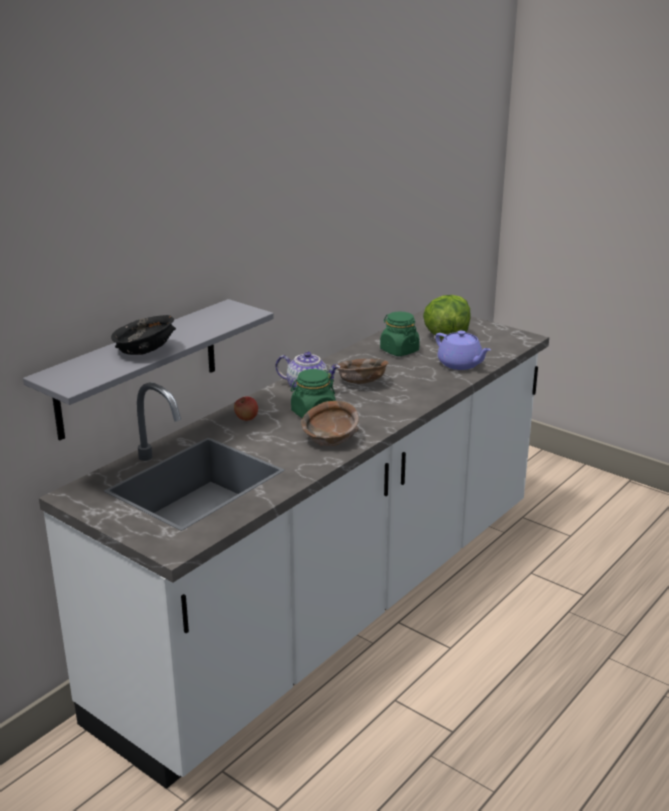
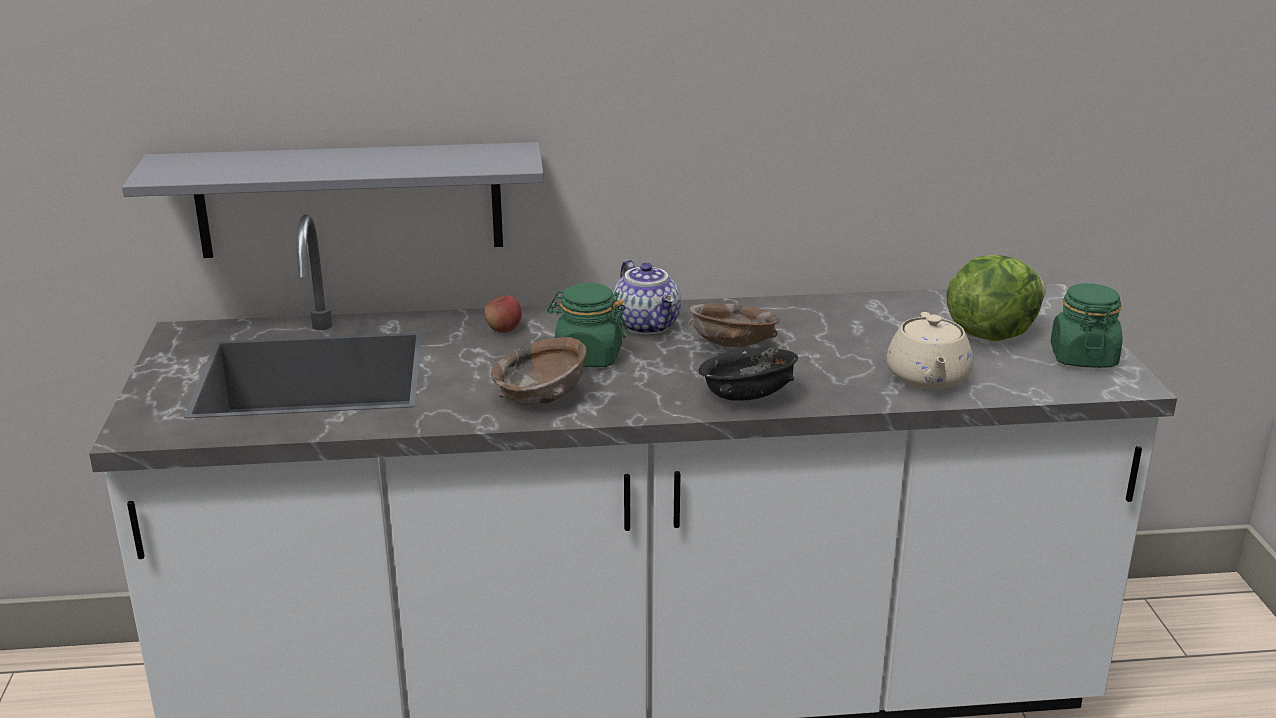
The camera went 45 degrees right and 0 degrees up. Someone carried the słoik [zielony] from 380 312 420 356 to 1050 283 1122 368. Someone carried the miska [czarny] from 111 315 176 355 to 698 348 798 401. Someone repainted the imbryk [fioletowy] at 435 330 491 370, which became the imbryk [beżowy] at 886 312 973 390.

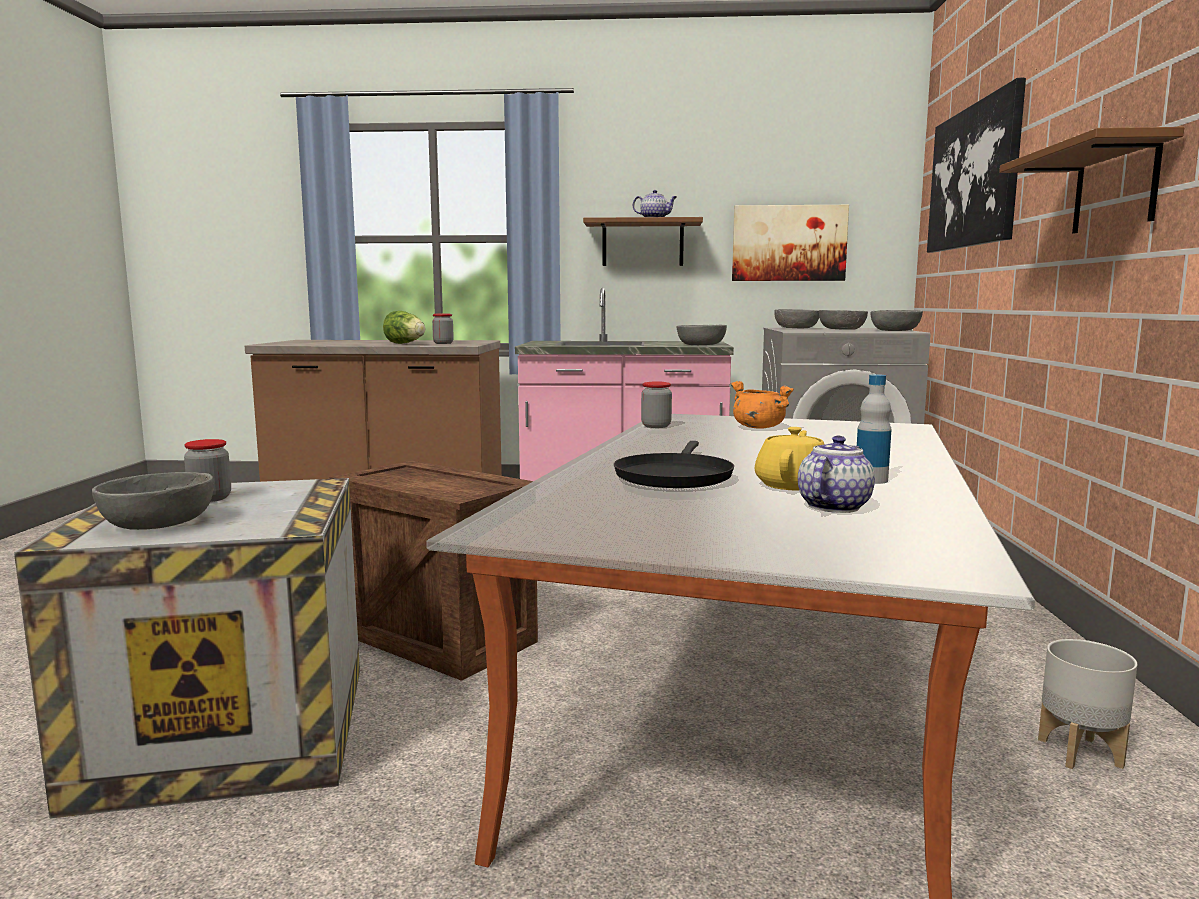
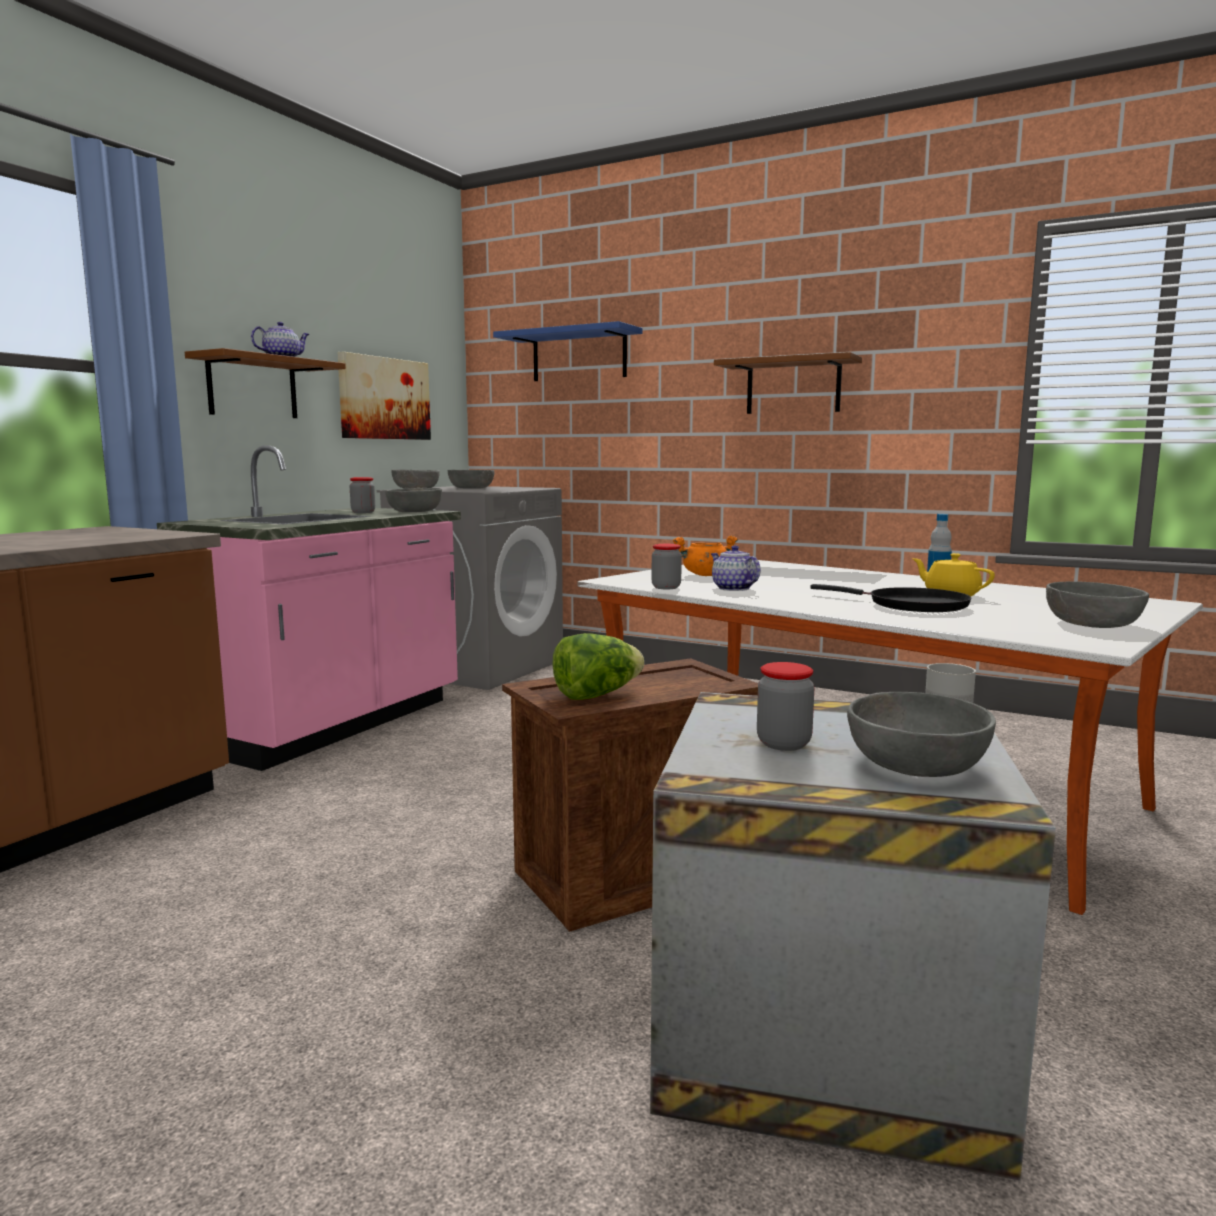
The camera went 65 degrees left and 0 degrees up. Someone swapped the obraz at 927 78 1026 253 for the półka [niebieski] at 493 321 642 381. Someone carried the miska [szary] from 870 310 923 331 to 1046 581 1149 628. Someone carried the sałata from 383 311 425 344 to 552 633 644 700. Someone carried the słoik from 432 314 454 344 to 350 477 375 513. Someone carried the imbryk from 798 435 875 513 to 711 545 761 591.

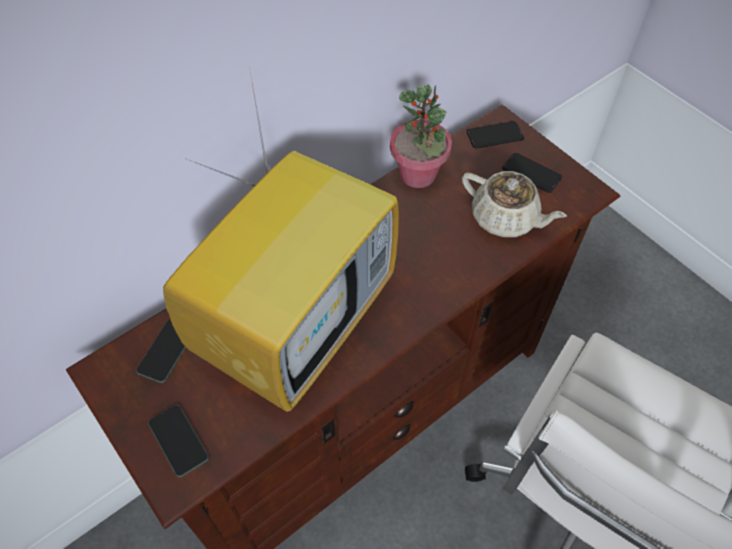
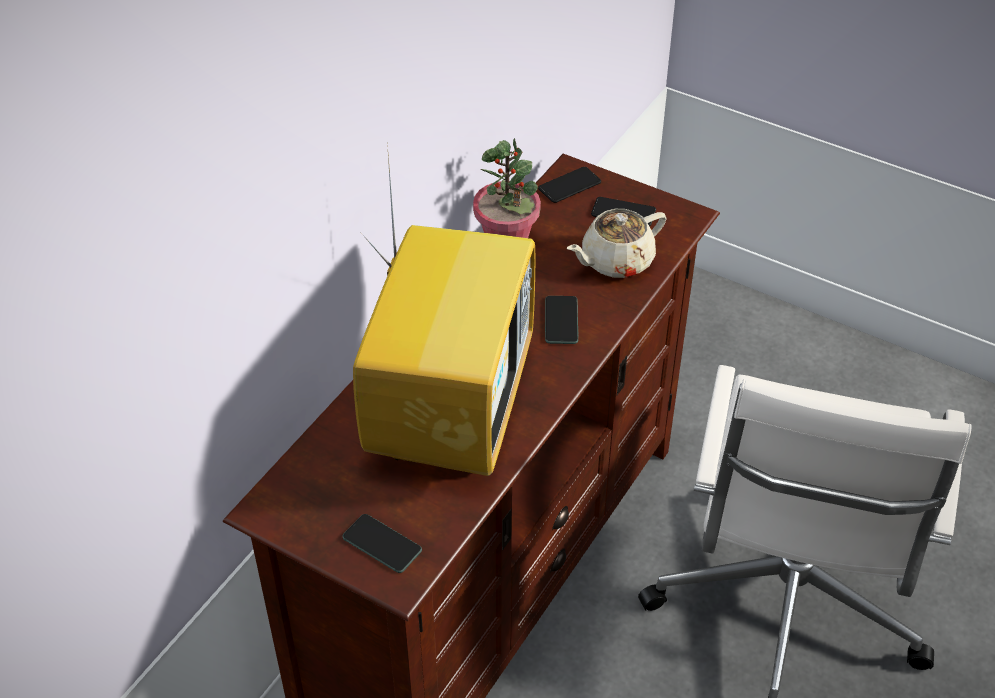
The camera went 20 degrees left and 10 degrees down. Someone rotated the imbryk [beżowy] at 462 171 567 237 by 135 degrees clockwise. Someone carried the telefon from 136 319 186 383 to 545 296 579 344.

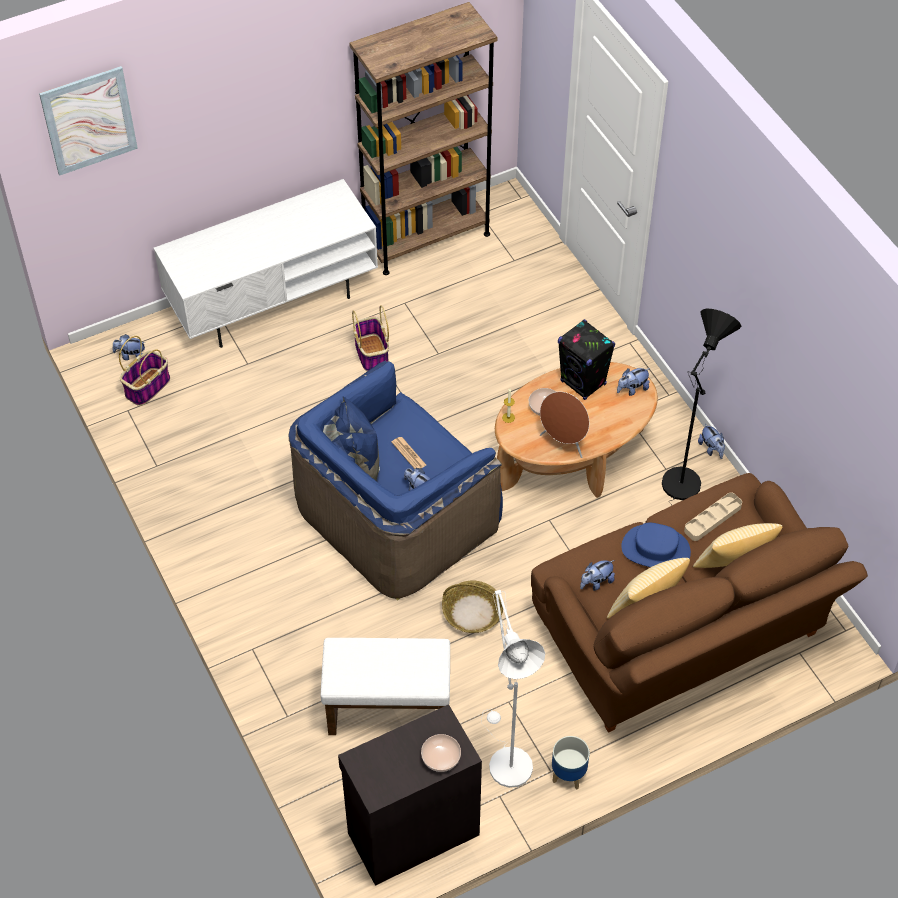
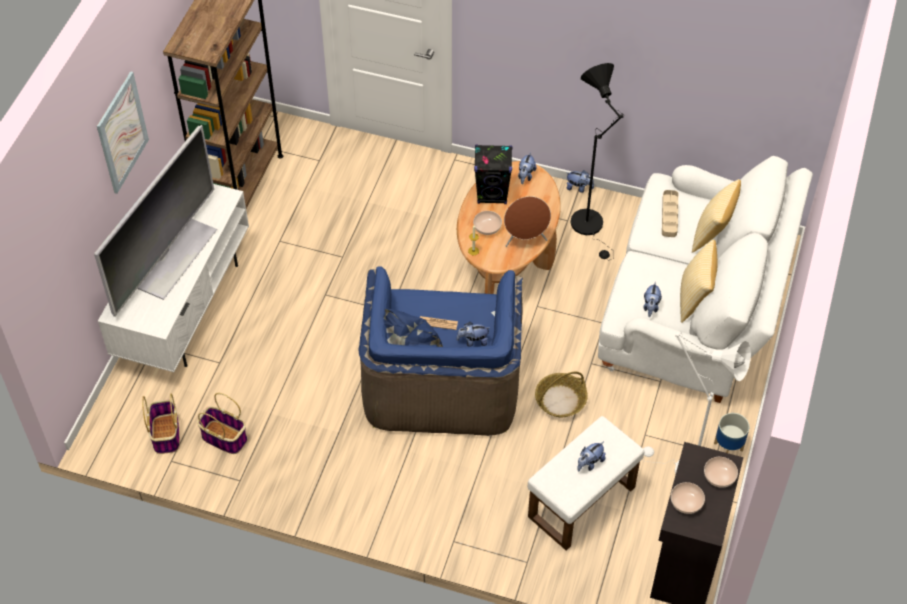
The camera went 45 degrees left and 0 degrees up. Someone carried the obraz from 39 66 138 176 to 97 71 149 194. Someone carried the koszyk from 352 305 389 371 to 197 393 247 454. Someone carried the pluszak from 113 334 145 360 to 577 441 605 471. Someone repainted the kanapa [brązowy] at 531 473 868 733, which became the kanapa [biały] at 598 156 813 403. Someone took away the kapelusz [niebieski] at 621 523 691 567. Someone put down the telewizor at 94 125 217 317. Someone put down the miska at 671 482 705 514.

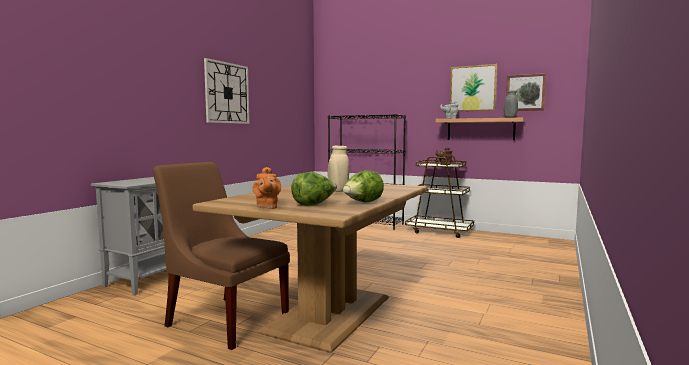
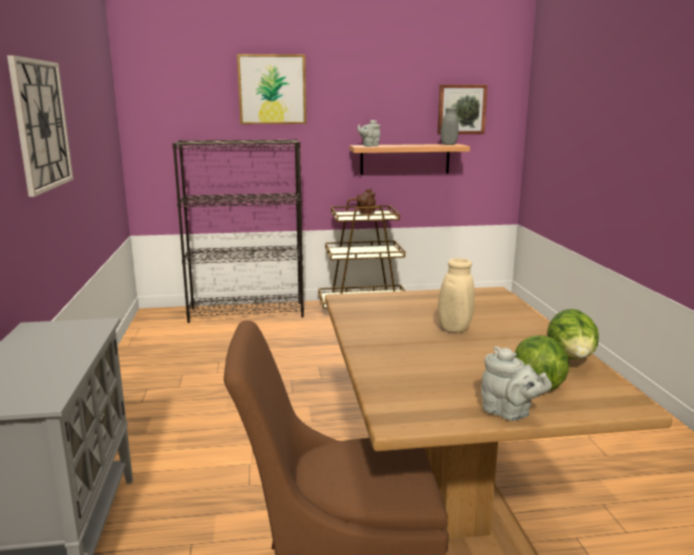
The camera went 35 degrees left and 10 degrees up. Someone carried the obraz from 450 64 498 111 to 237 54 306 124. Someone repainted the imbryk [pomarańczowy] at 252 167 281 209, which became the imbryk [szary] at 481 346 552 421.

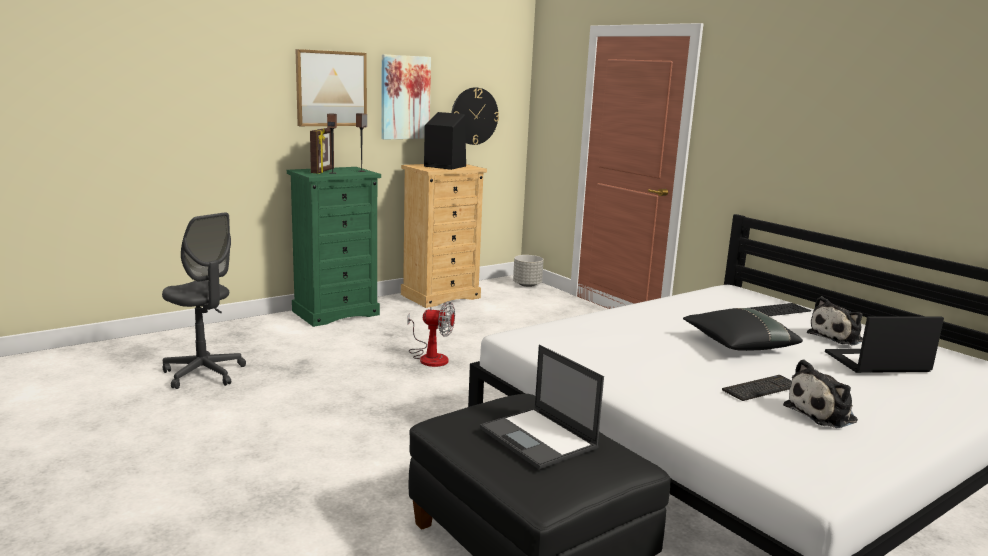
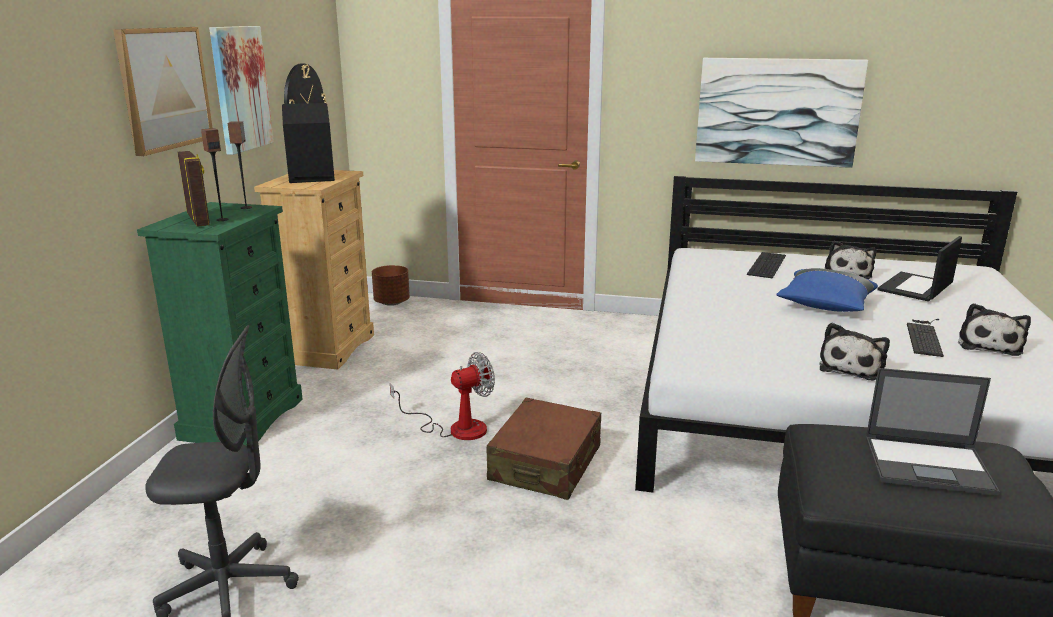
The camera went 40 degrees left and 5 degrees up. Someone repainted the donica [szary] at 513 255 544 287, which became the donica [brązowy] at 372 265 410 306. Someone repainted the poduszka [czarny] at 683 308 803 351, which became the poduszka [niebieski] at 776 268 878 312. Someone put up the obraz at 695 58 868 168. Someone put down the pluszak at 819 323 890 380. Someone put down the walizka [brązowy] at 487 398 601 500.

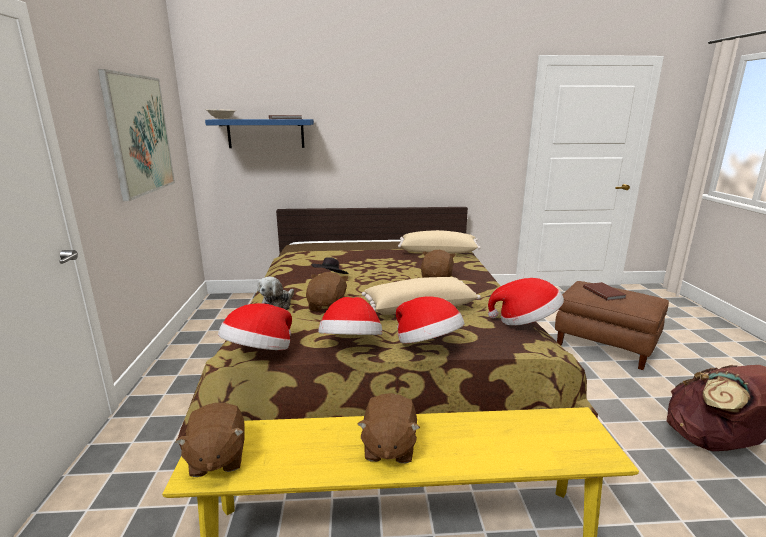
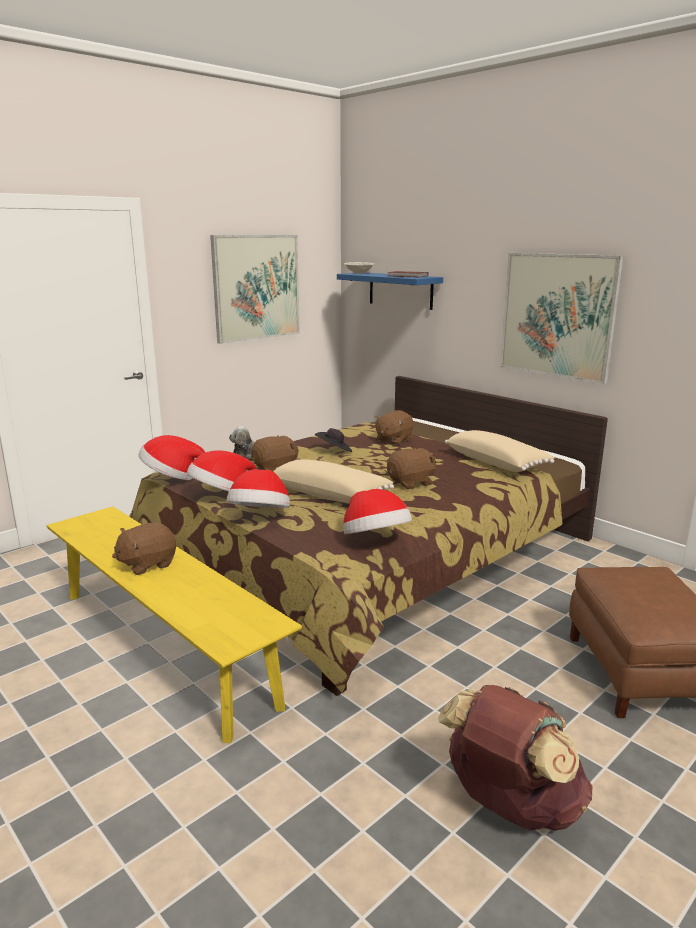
The camera went 50 degrees right and 0 degrees up. Someone took away the książka [brązowy] at 583 282 627 301. Someone carried the pluszak [brązowy] from 175 403 245 477 to 374 410 414 445. Someone put up the obraz at 500 253 624 384.

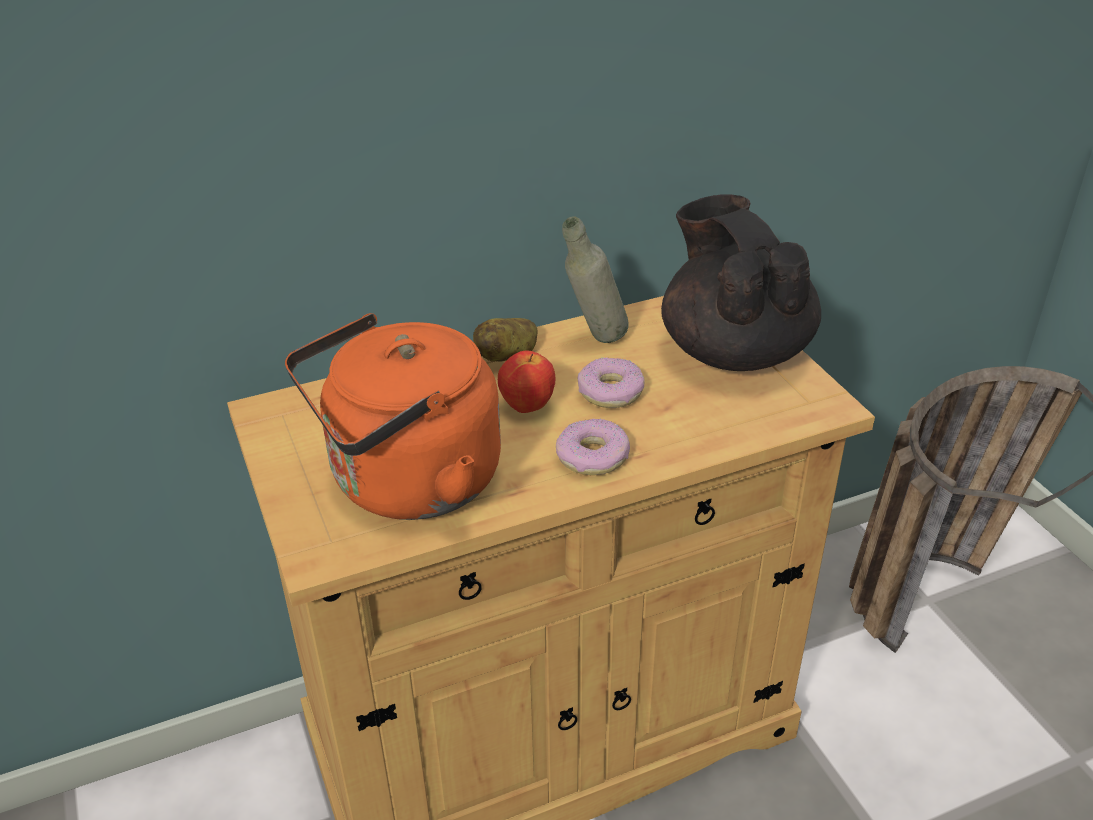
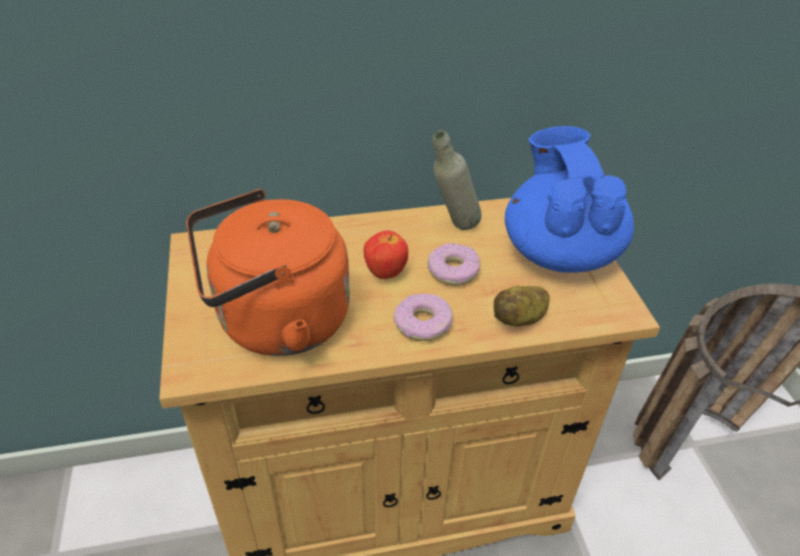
The camera went 10 degrees right and 5 degrees up. Someone repainted the imbryk [czarny] at 661 194 821 371, which became the imbryk [niebieski] at 505 126 634 273. Someone carried the ziemniak from 473 318 537 362 to 494 286 550 326.

